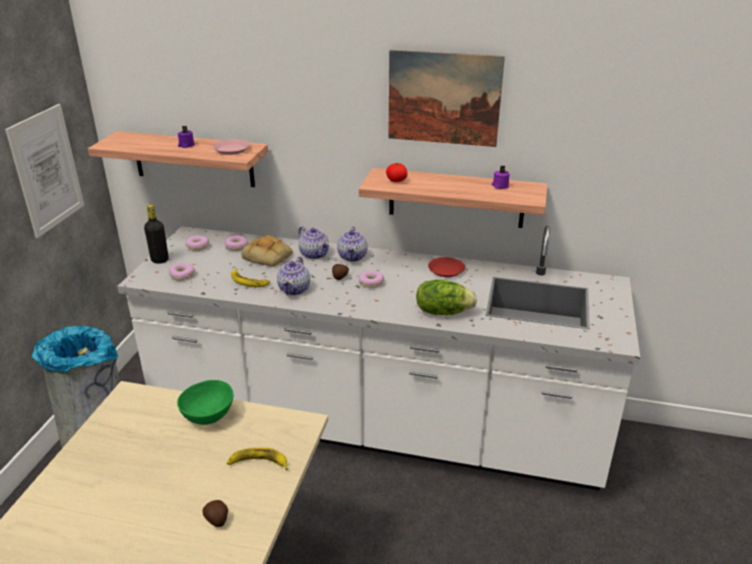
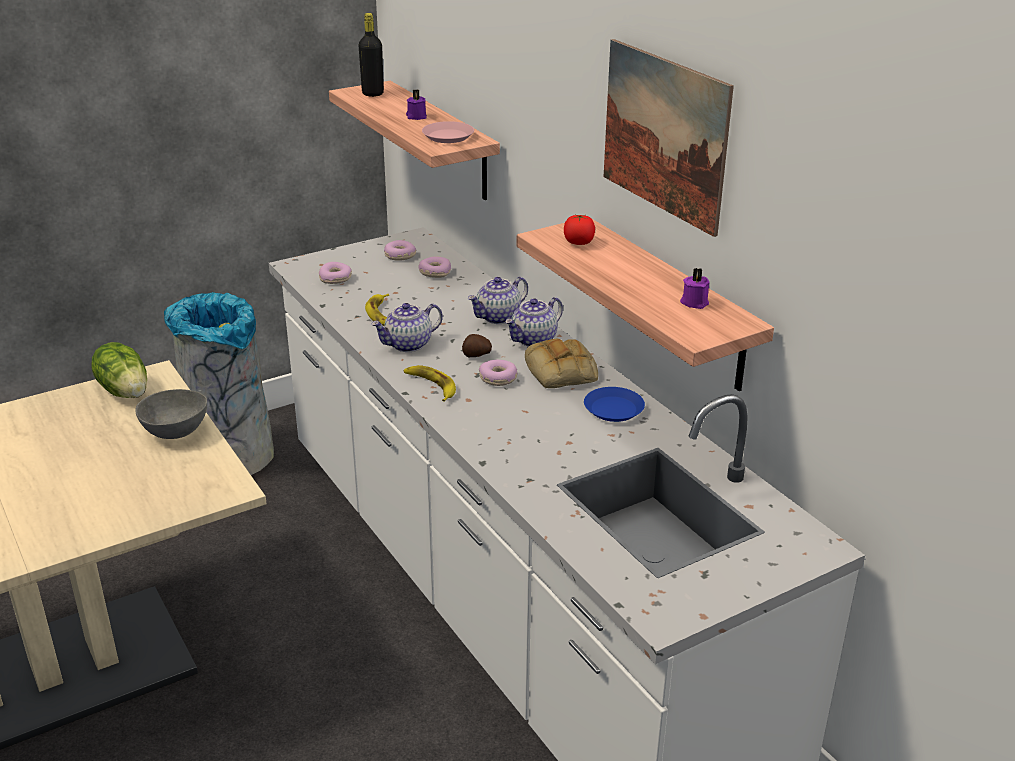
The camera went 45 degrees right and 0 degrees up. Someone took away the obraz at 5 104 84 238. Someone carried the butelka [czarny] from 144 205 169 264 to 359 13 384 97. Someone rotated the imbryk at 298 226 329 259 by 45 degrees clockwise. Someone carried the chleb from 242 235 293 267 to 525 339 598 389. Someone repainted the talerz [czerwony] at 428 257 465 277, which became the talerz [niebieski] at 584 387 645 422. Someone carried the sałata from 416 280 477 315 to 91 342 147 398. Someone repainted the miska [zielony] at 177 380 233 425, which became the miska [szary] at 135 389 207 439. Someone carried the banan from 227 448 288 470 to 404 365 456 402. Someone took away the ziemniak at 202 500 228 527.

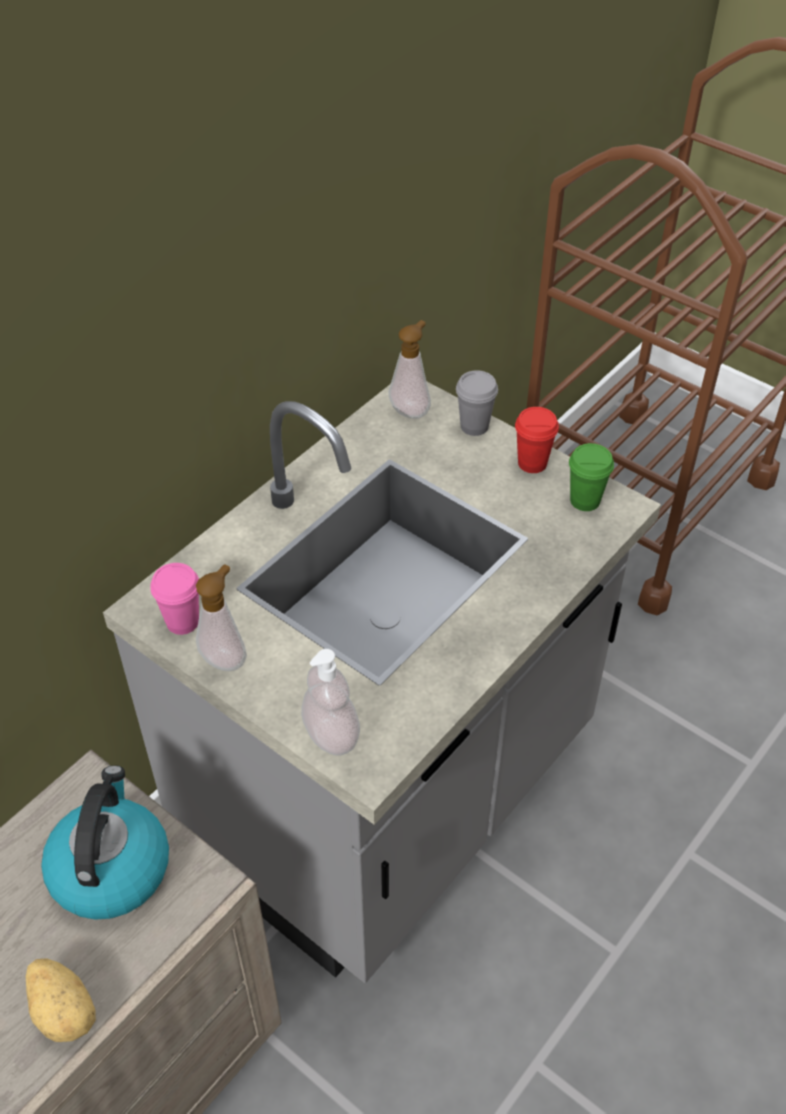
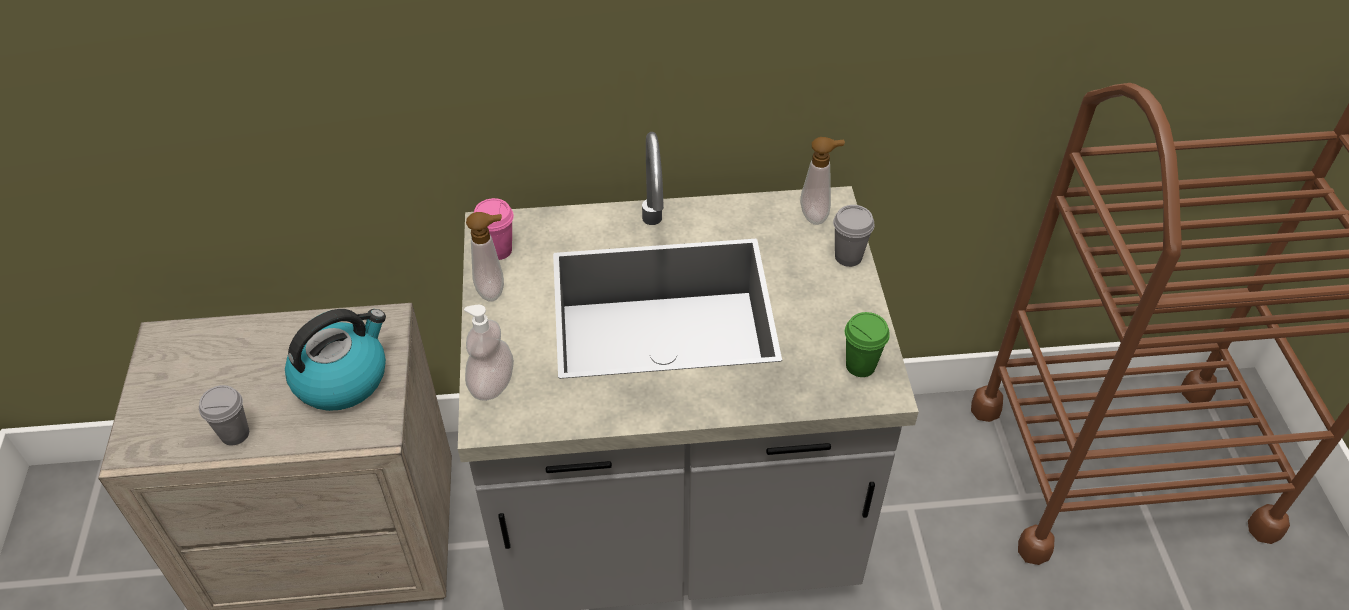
The camera went 45 degrees right and 0 degrees up. Someone took away the filiżanka [czerwony] at 515 407 559 473. Someone swapped the ziemniak at 26 958 96 1042 for the filiżanka [szary] at 199 385 249 445.

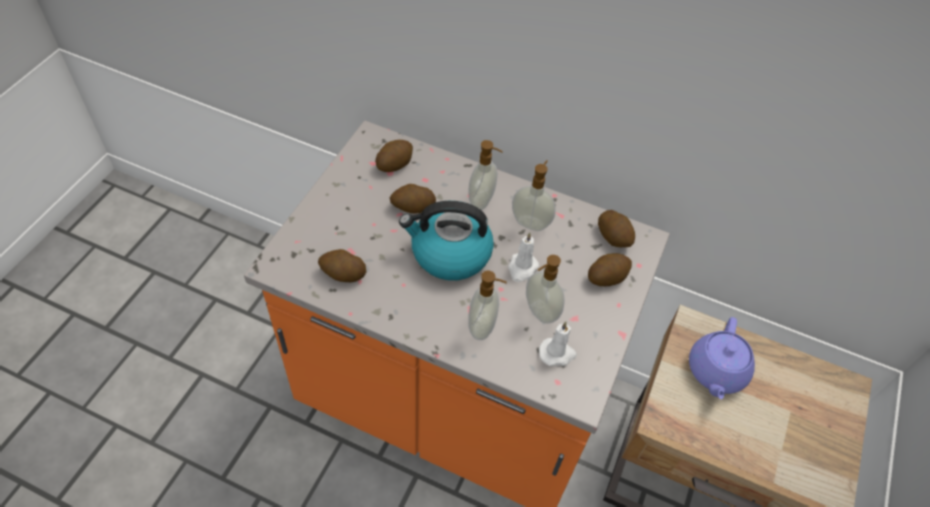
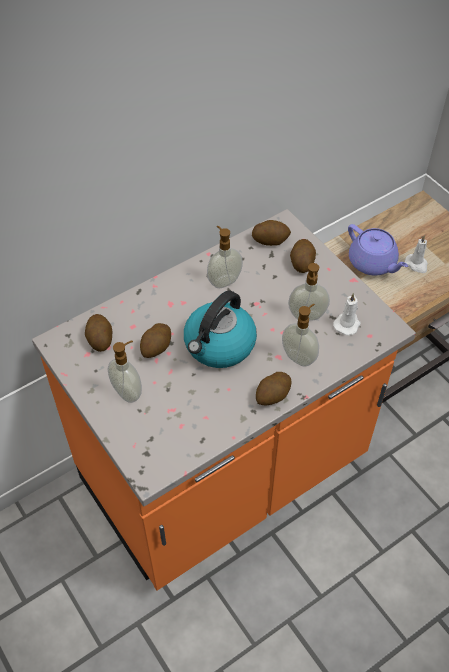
The camera went 55 degrees left and 0 degrees up. Someone carried the dozownik mydła from 468 140 503 210 to 108 341 142 403. Someone carried the świeca [biały] from 508 232 539 282 to 405 235 428 273. Someone carried the ziemniak from 318 249 367 282 to 256 372 291 406.

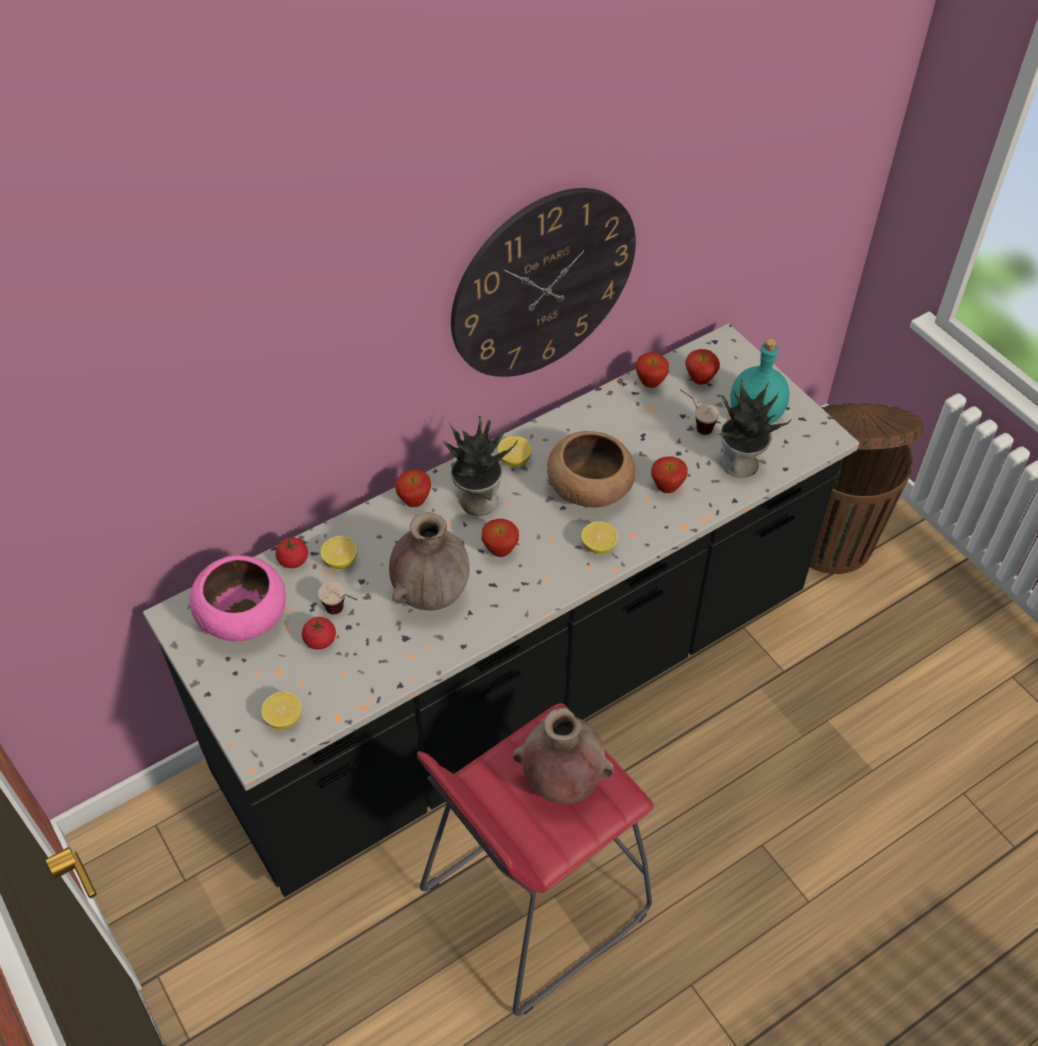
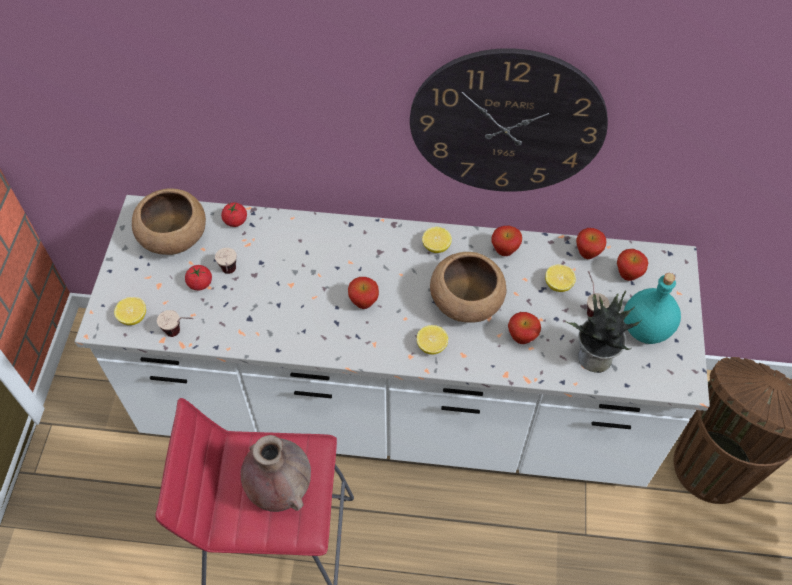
The camera went 40 degrees right and 5 degrees up. Someone repainted the zabudowa kuchenna [czarny] at 143 323 859 897, which became the zabudowa kuchenna [biały] at 75 195 710 487. Someone took away the roślina doniczkowa at 443 416 518 516. Someone carried the jabłko from 395 470 431 507 to 491 226 522 256. Someone took away the wazon [brązowy] at 389 512 470 610. Someone carried the cytryna from 320 536 357 569 to 545 265 576 292. Someone repainted the miska [różowy] at 190 555 286 641, which became the miska [brązowy] at 132 188 206 255. Someone put down the filiżanka at 157 310 193 337.

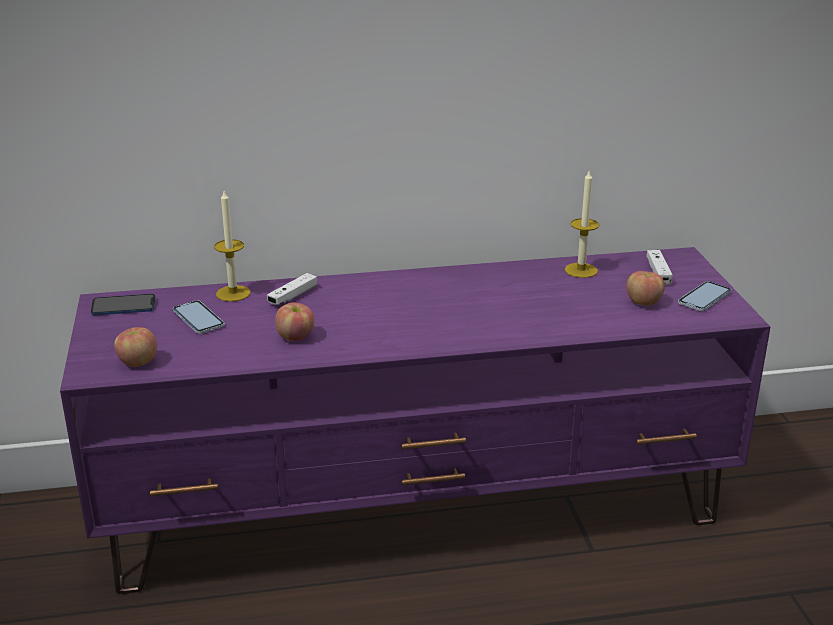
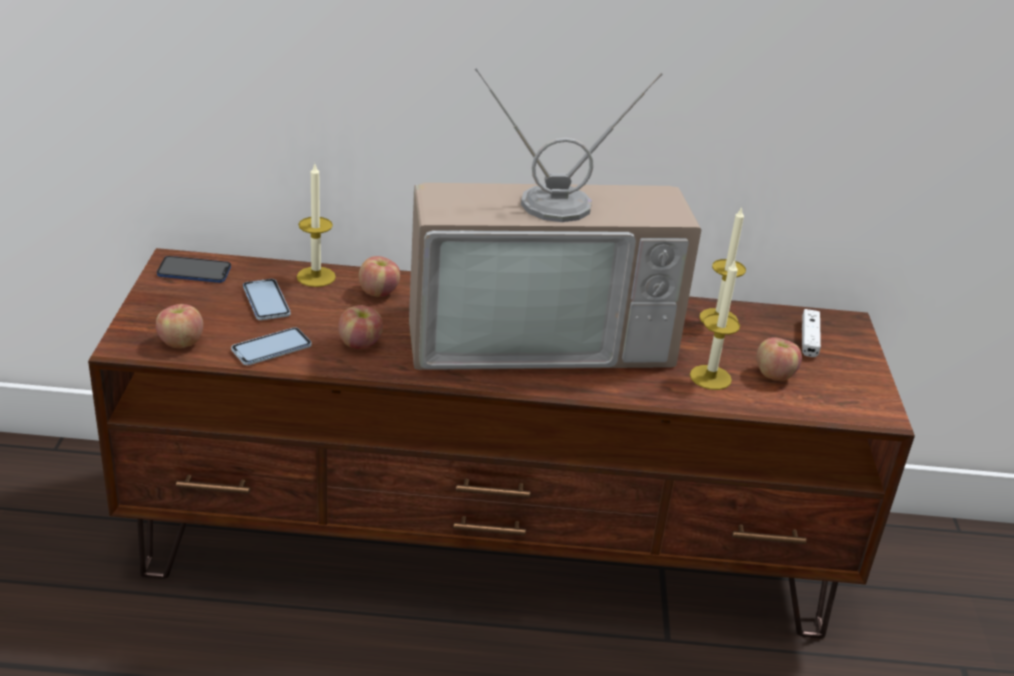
The camera went 10 degrees right and 5 degrees up. Someone repainted the szafka pod telewizor [fioletowy] at 60 247 770 594, which became the szafka pod telewizor [brązowy] at 88 248 915 639. Someone swapped the pad do gier [biały] at 267 273 317 305 for the jabłko at 359 256 400 297. Someone carried the telefon from 678 281 731 311 to 231 327 312 365. Someone put down the telewizor at 409 67 701 370. Someone put down the świeca at 690 261 740 390.

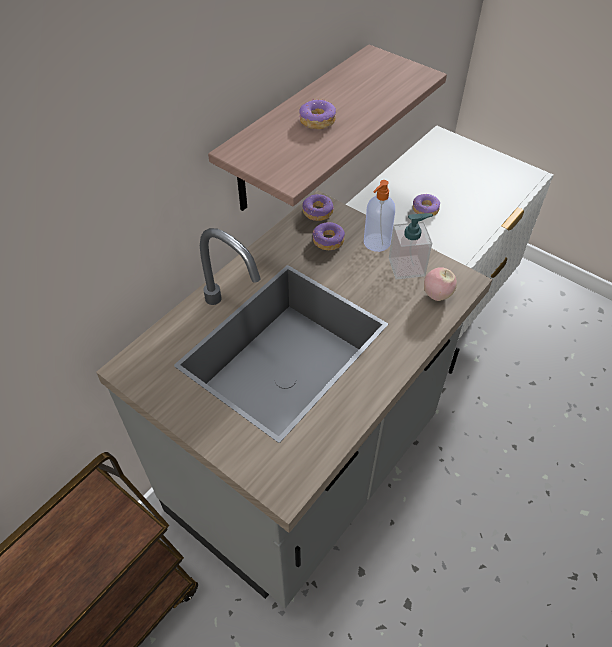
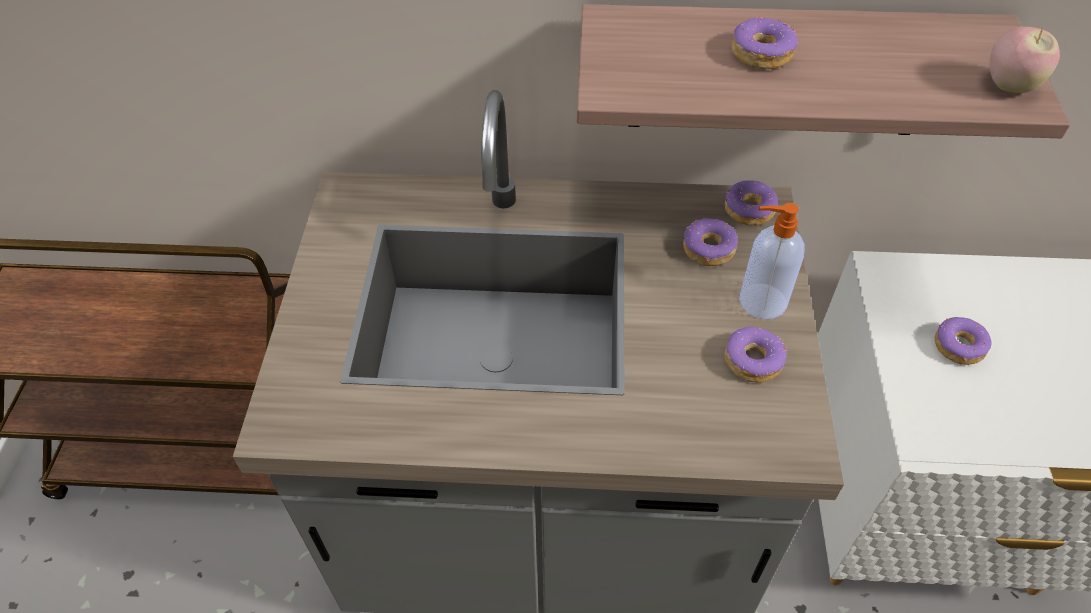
The camera went 55 degrees right and 0 degrees up. Someone swapped the dozownik mydła at 389 213 433 279 for the donut at 725 327 787 383. Someone carried the jabłko from 424 267 457 301 to 989 27 1060 93.

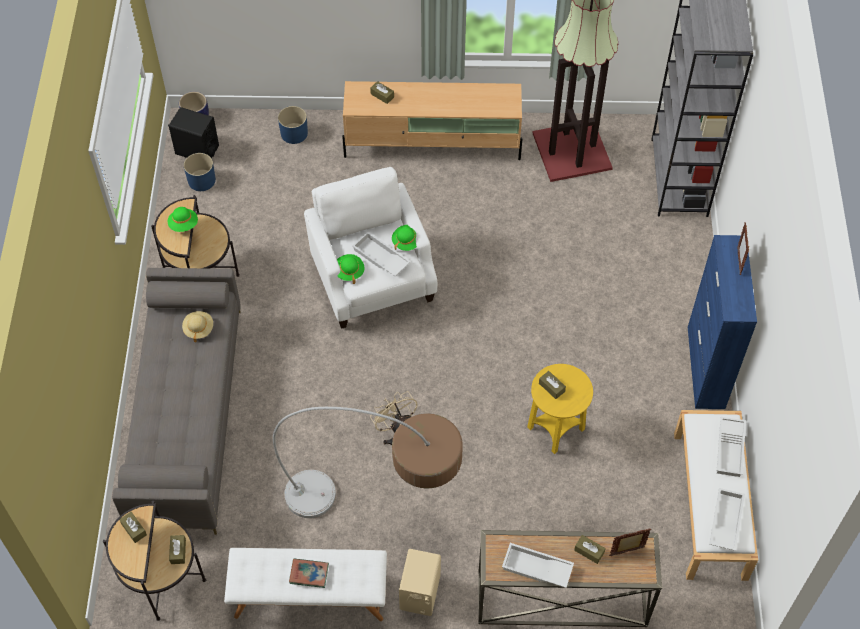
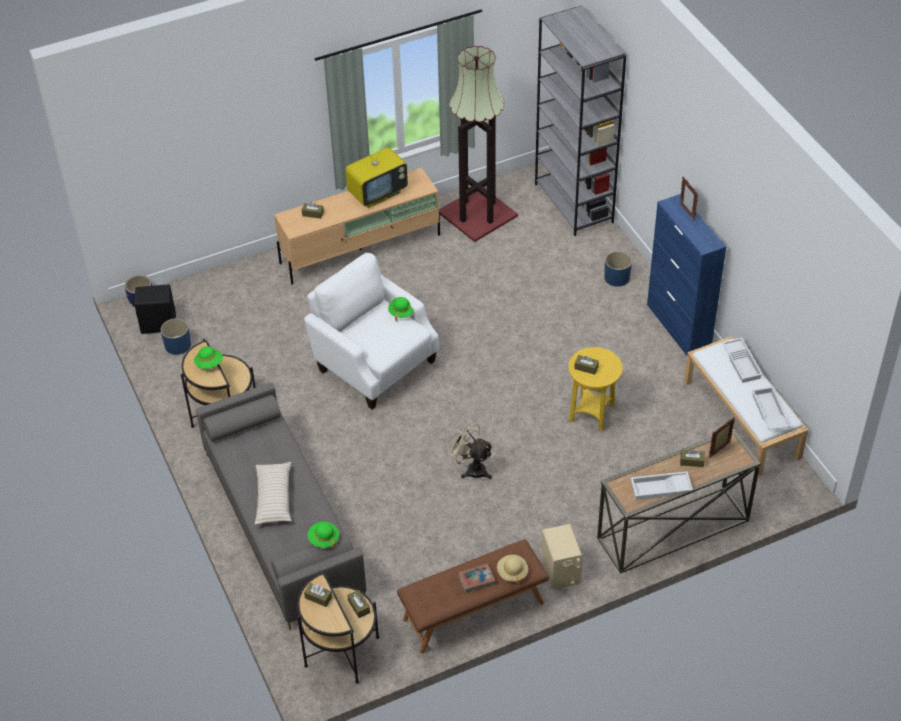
The camera went 25 degrees left and 10 degrees down. Someone carried the donica [niebieski] from 278 106 308 144 to 604 251 632 287. Someone took away the taca [biały] at 352 231 411 276. Someone carried the kapelusz [zielony] from 337 254 364 284 to 307 521 339 548. Someone carried the kapelusz [beżowy] from 182 311 213 342 to 497 555 528 585. Someone took away the lampa stojąca at 273 407 463 518. Someone repainted the ławka [biały] at 224 548 387 621, which became the ławka [brązowy] at 397 539 549 654. Someone put down the telewizor at 345 141 408 208. Someone put down the poduszka [beżowy] at 255 462 292 525.

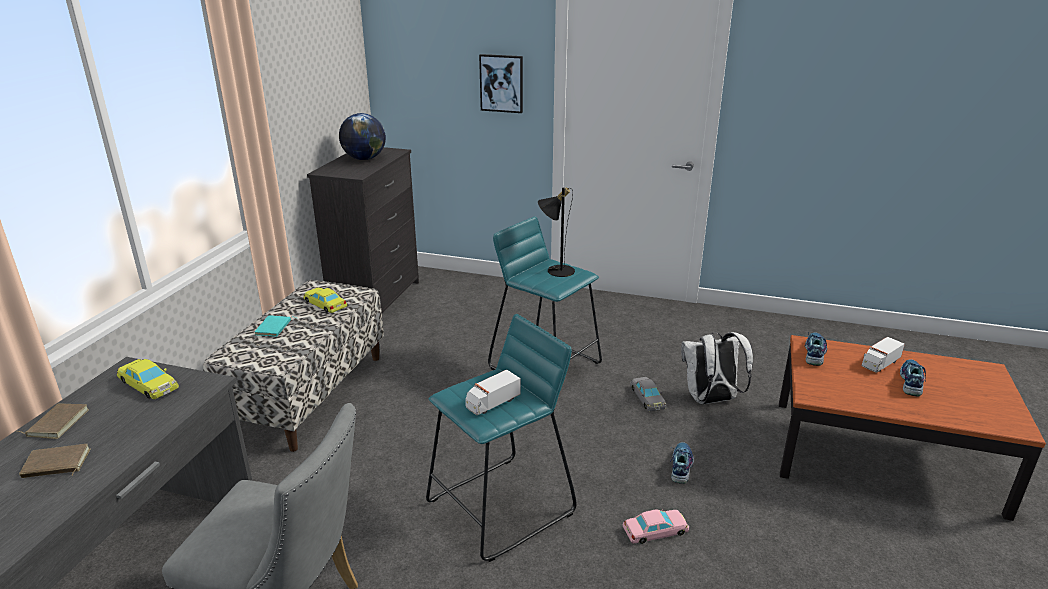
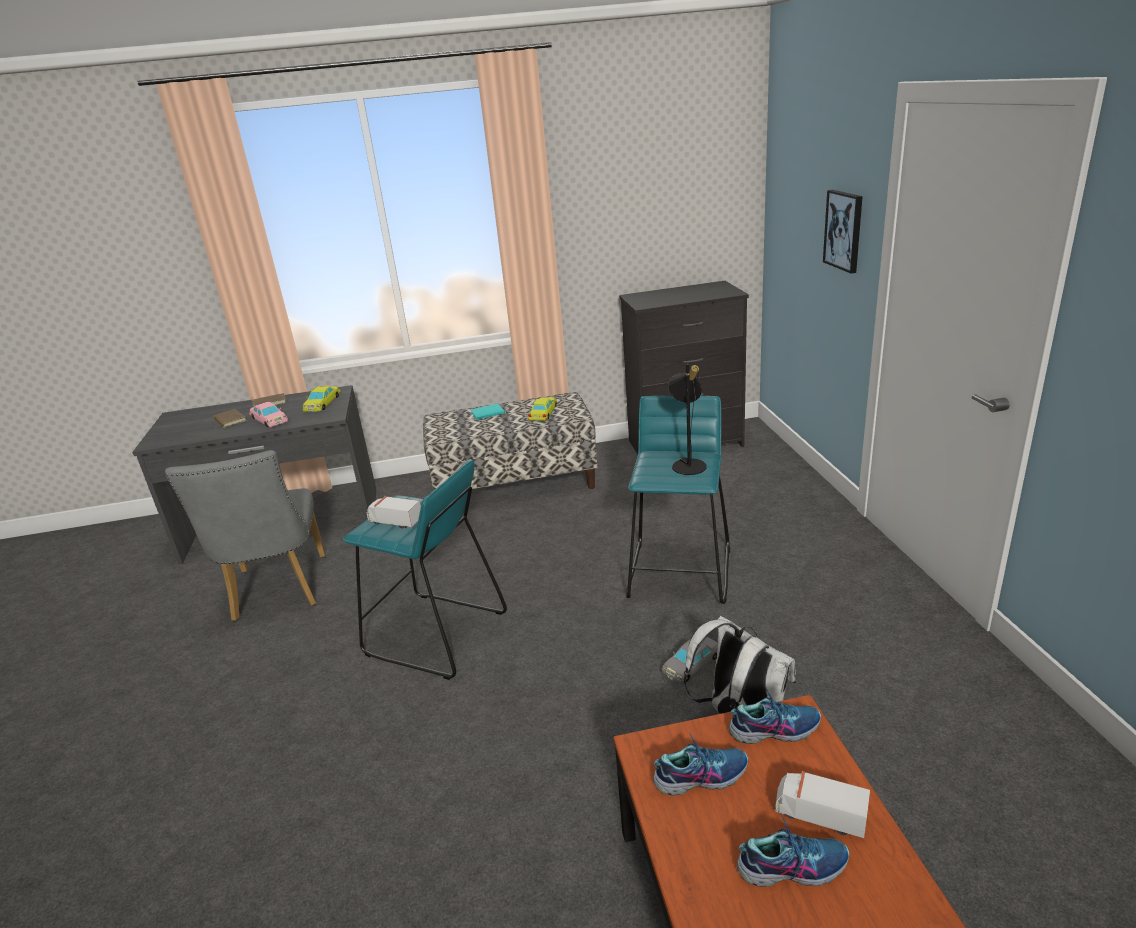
The camera went 65 degrees right and 0 degrees up. Someone took away the globus at 339 113 386 160. Someone carried the but from 670 442 694 484 to 653 731 748 796. Someone carried the samochodzik [różowy] from 623 508 689 544 to 249 402 289 427.

